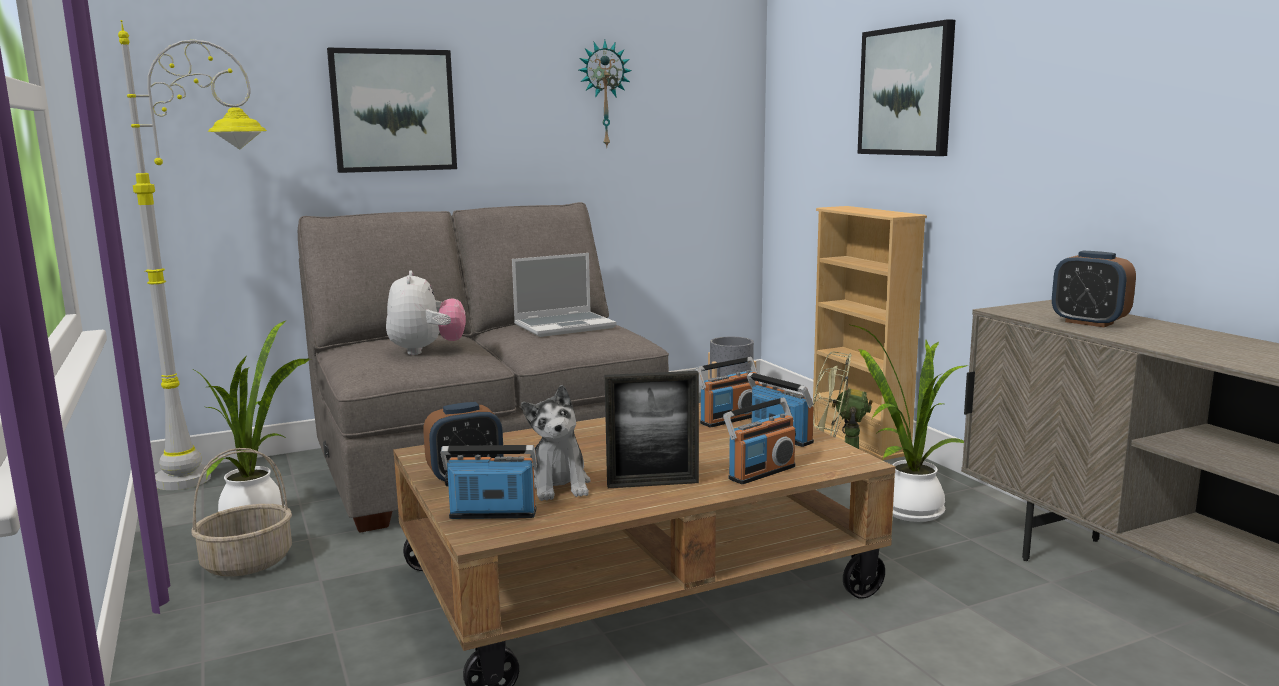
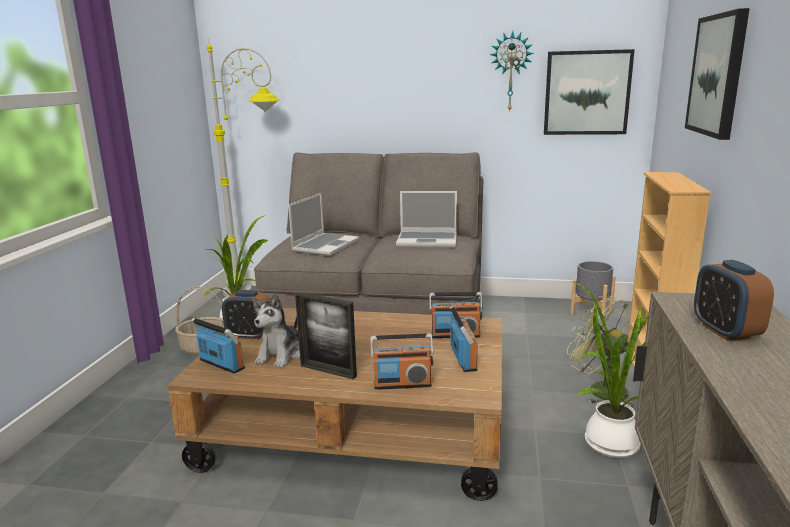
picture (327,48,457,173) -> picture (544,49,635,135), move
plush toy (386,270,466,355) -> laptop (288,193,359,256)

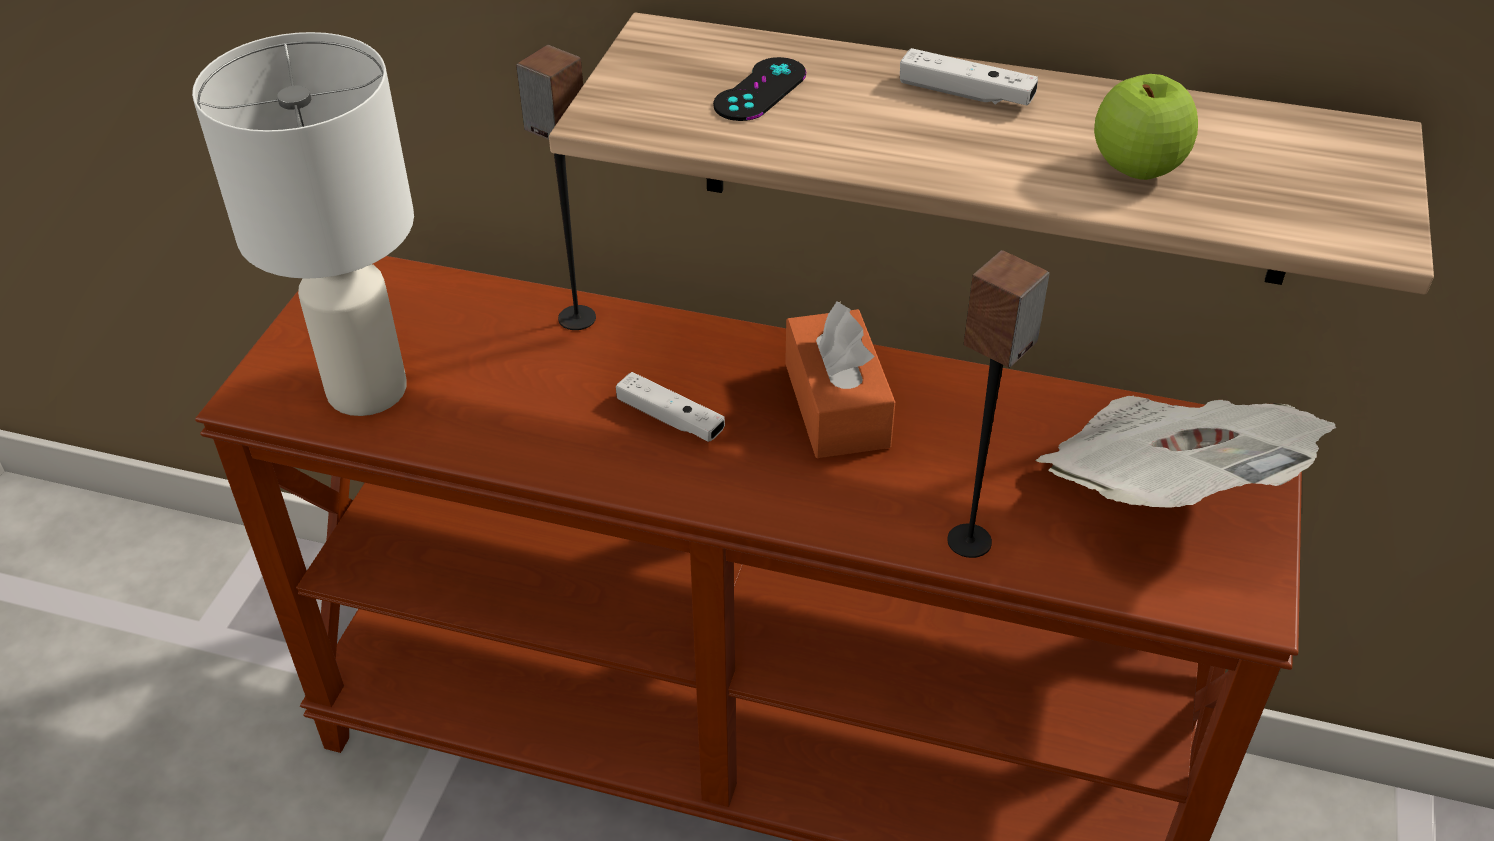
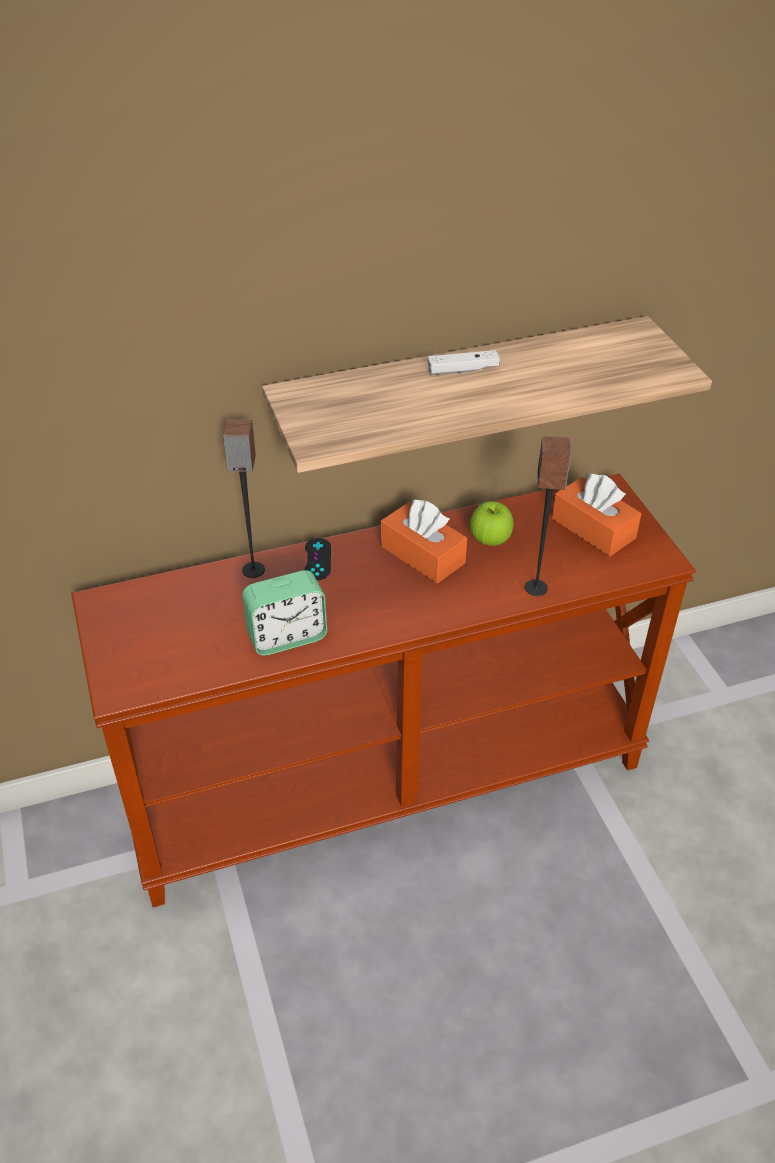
white table lamp (192,32,414,416) -> none
black game controller (713,57,806,121) -> black game controller (304,538,331,580), move
apple (1094,74,1198,180) -> apple (470,501,514,546), move
white game controller (616,372,725,442) -> none
newspaper (1036,396,1337,508) -> orange tissue box (552,474,641,556)
none -> alarm clock (242,570,327,656)

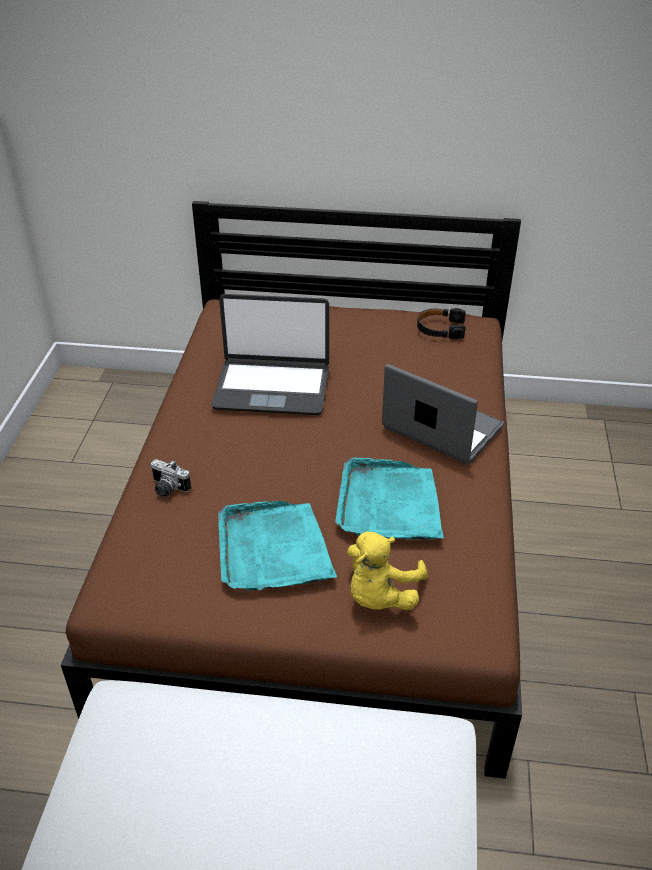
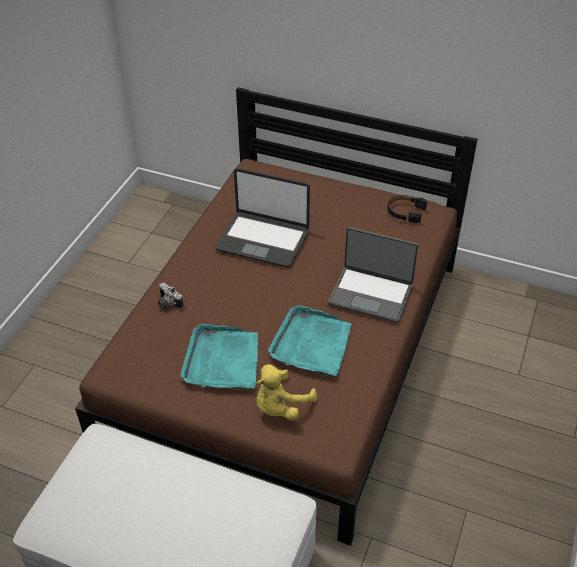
laptop (382,364,504,465) -> laptop (328,227,419,323), 150 degrees clockwise

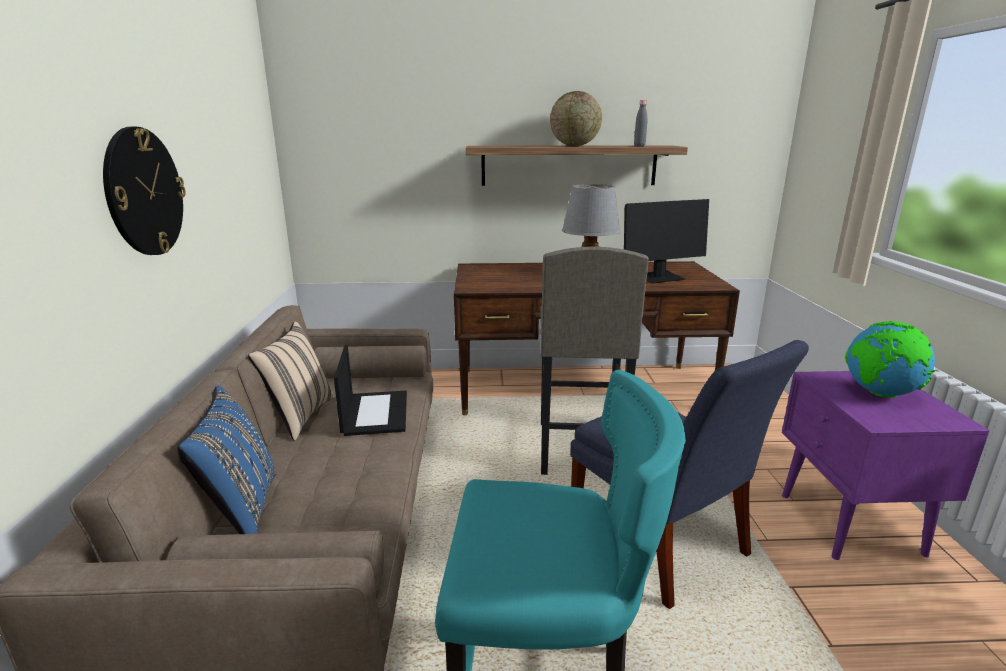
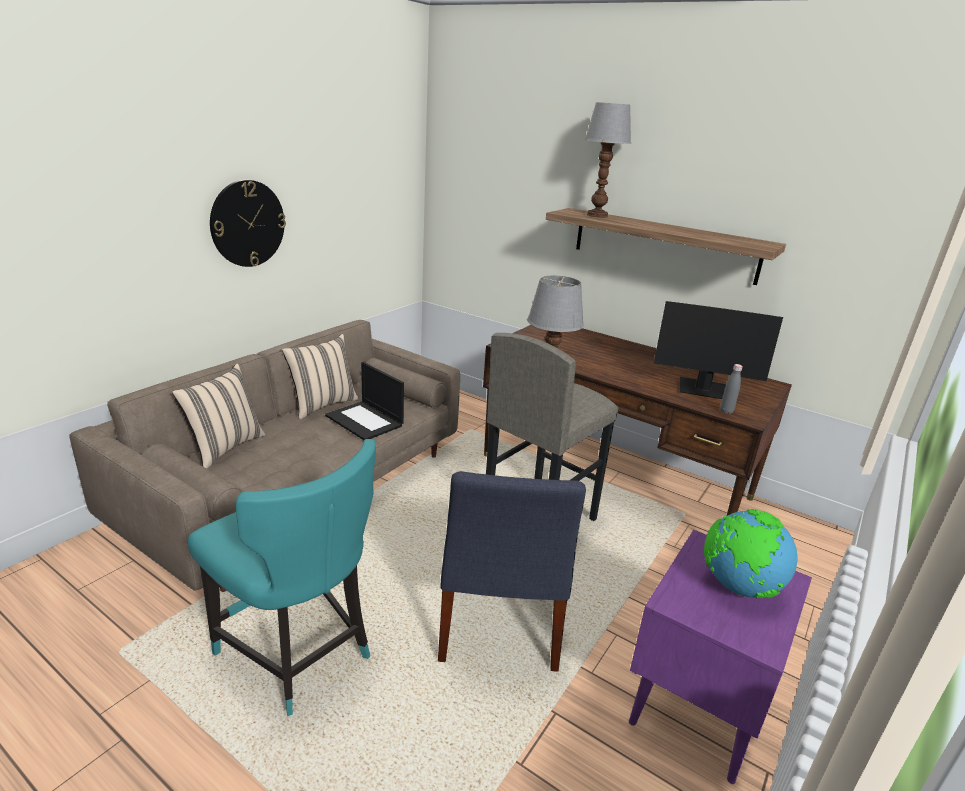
globe (550,91,602,146) -> none
grey bottle (634,100,647,146) -> grey bottle (720,364,743,414), move
laptop (334,345,407,436) -> laptop (325,362,404,440), 105 degrees clockwise
blue pillow (177,386,276,534) -> beige pillow (172,364,265,469)
none -> table lamp (584,102,631,218)

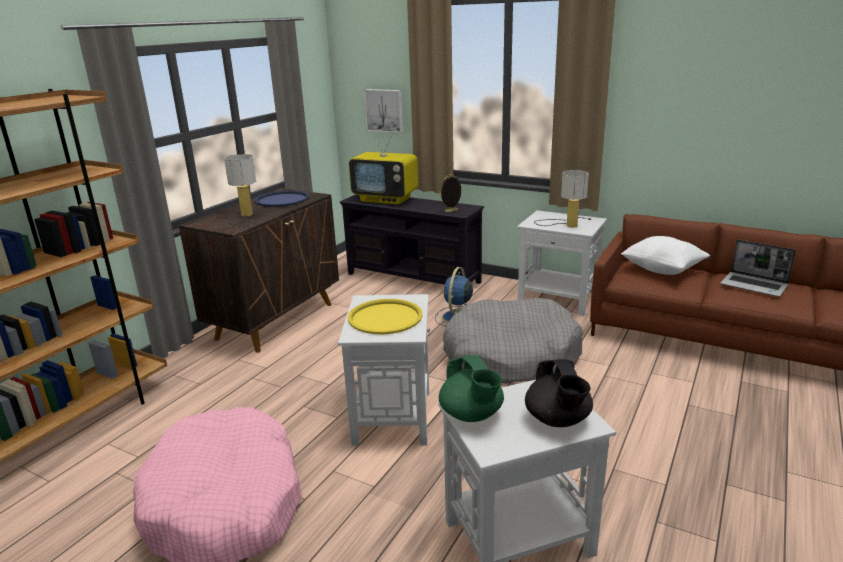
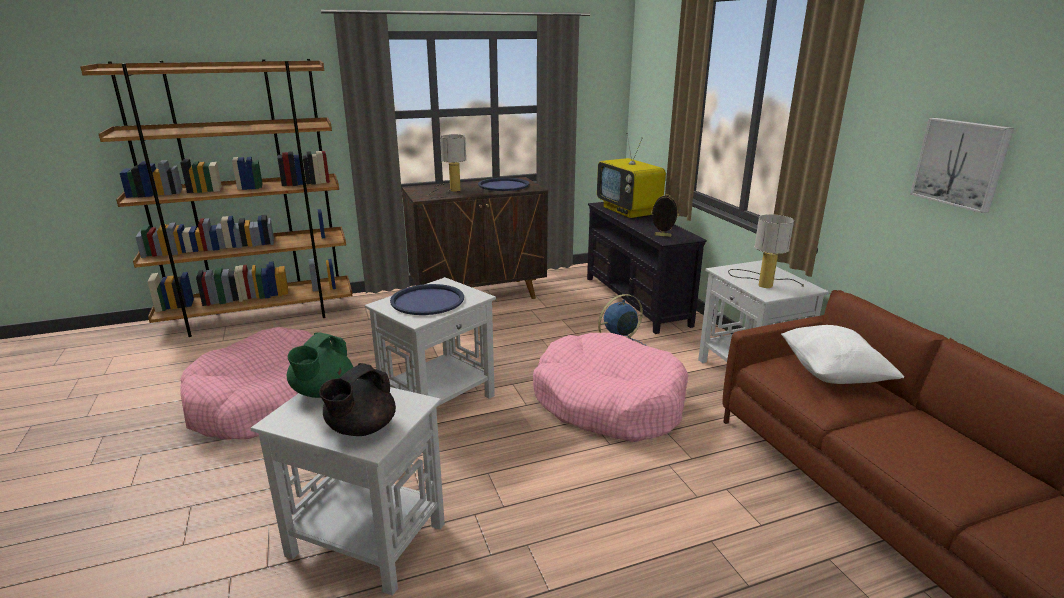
picture (364,89,403,133) -> picture (910,118,1014,213), move
laptop (720,239,796,297) -> none
grey dog bed (443,298,583,384) -> pink dog bed (533,333,689,442)
yellow tray (347,299,423,334) -> blue tray (390,284,464,315)

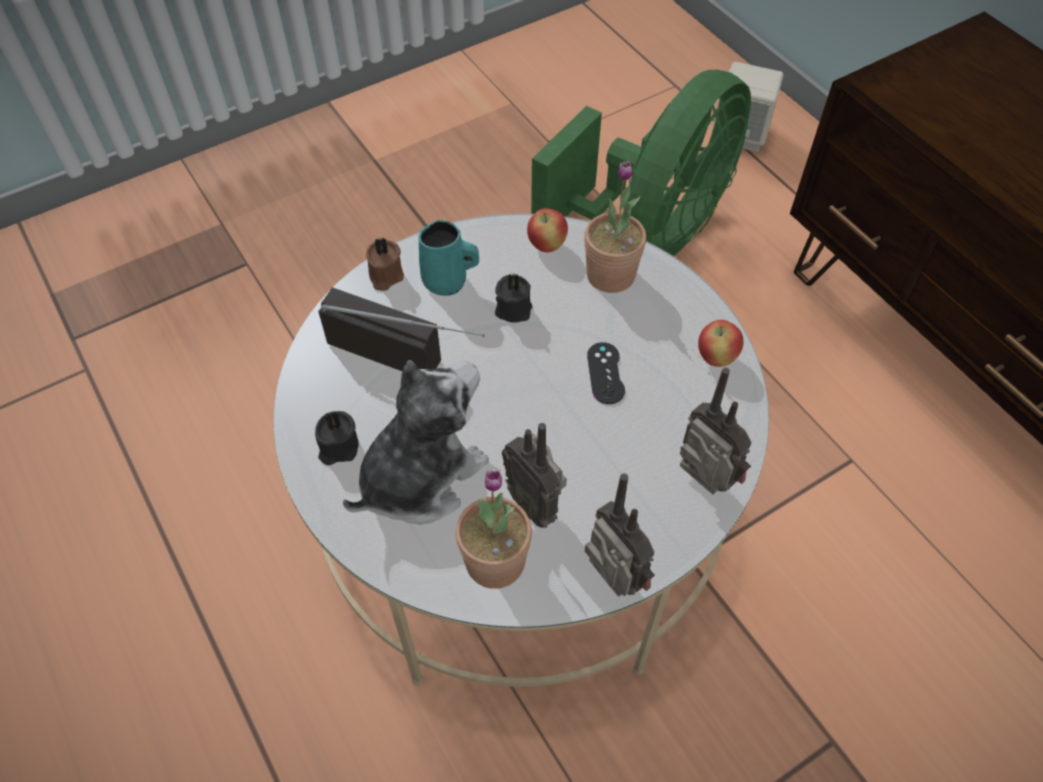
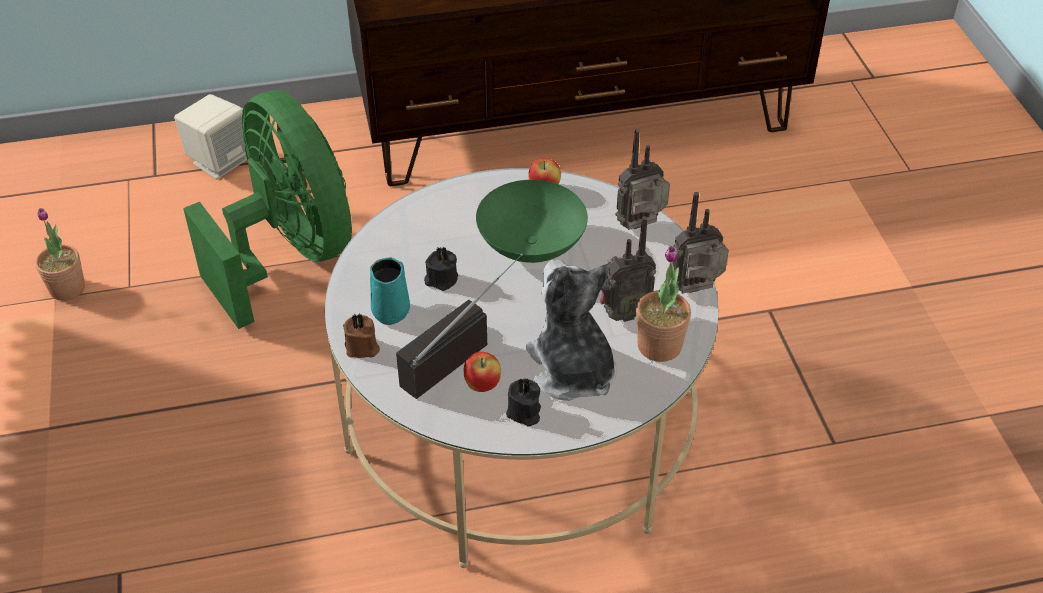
potted plant (584,161,646,293) -> potted plant (35,208,85,301), move
apple (527,208,568,252) -> apple (463,352,501,392), move
black game controller (587,342,625,404) -> green bowl (476,180,588,263)

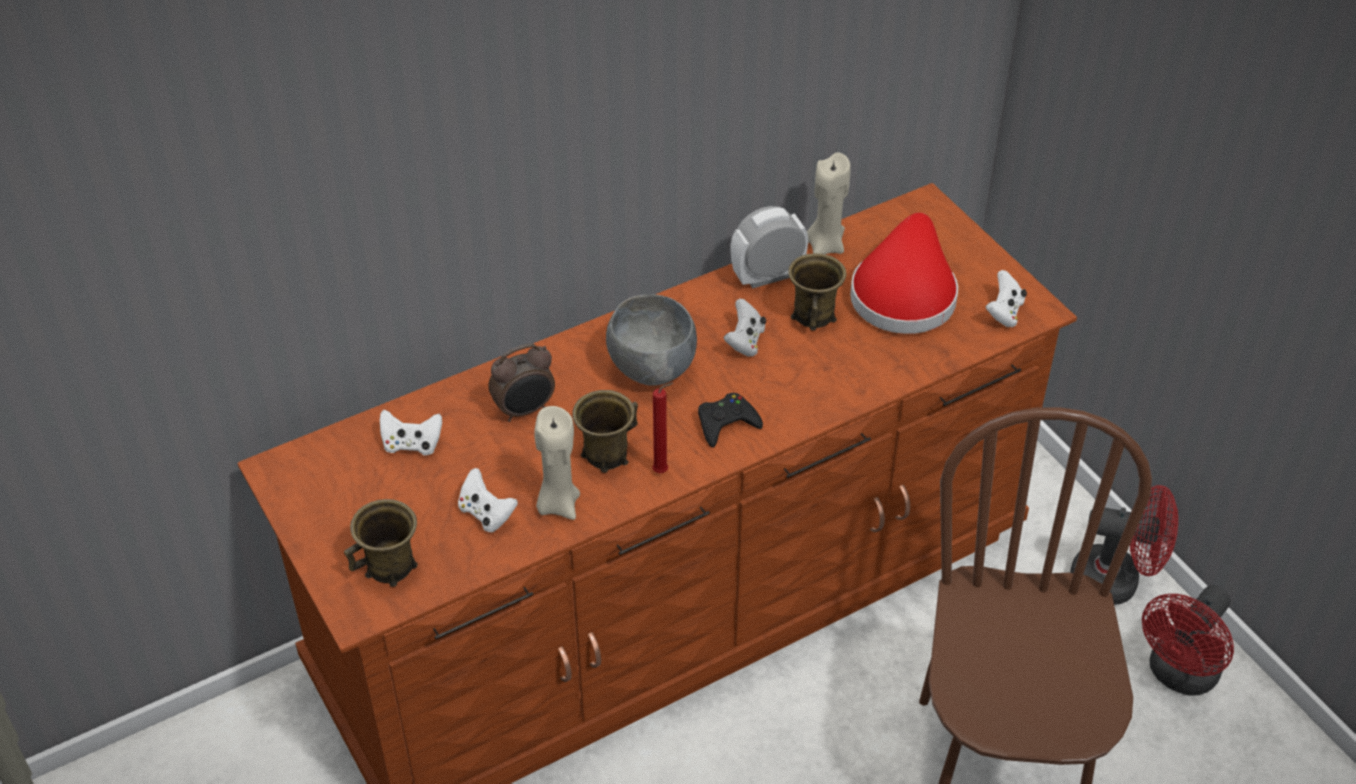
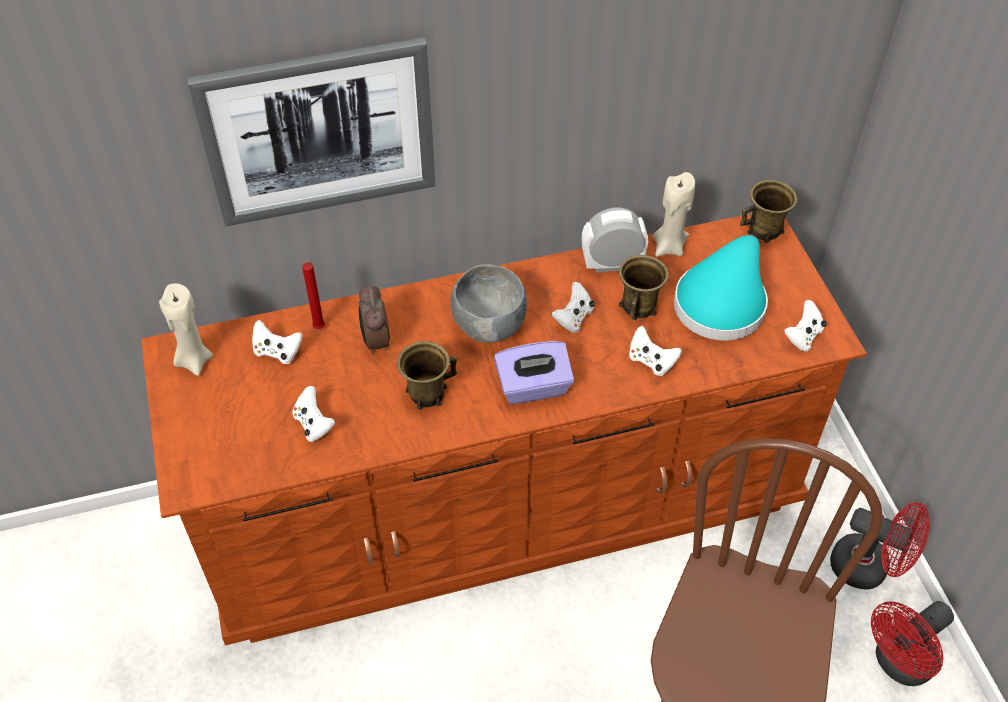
red hat (850,213,958,334) -> turquoise hat (674,235,768,341)
alarm clock (488,343,555,422) -> alarm clock (359,283,390,355), 90 degrees clockwise
red candle (652,383,673,473) -> red candle (302,260,325,329), move
black game controller (698,393,763,447) -> purple tissue box (494,341,574,404)
beige candle (534,406,580,520) -> beige candle (159,283,213,376), move
brown mug (344,499,418,587) -> brown mug (740,180,797,243), move
none -> picture (187,38,435,227)
none -> white game controller (629,326,682,376)

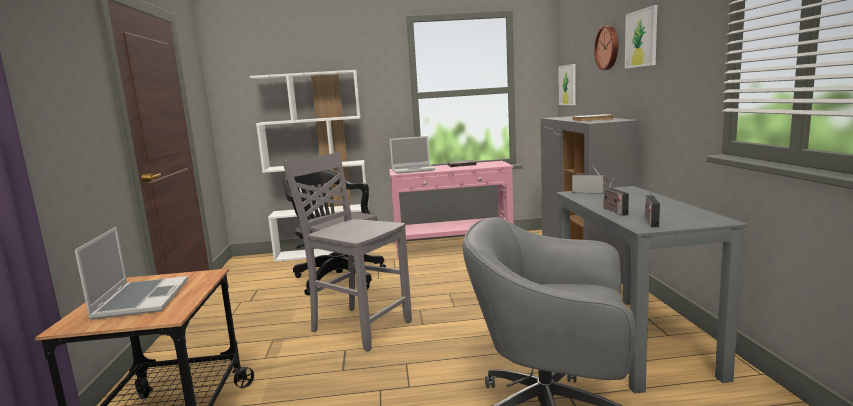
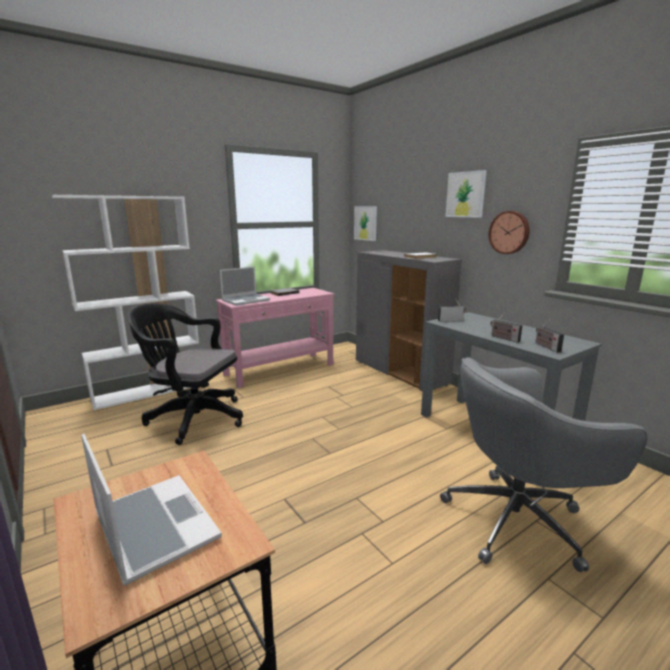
wall clock (594,25,618,70) -> wall clock (489,211,530,254), move
grey chair (283,151,412,352) -> none

